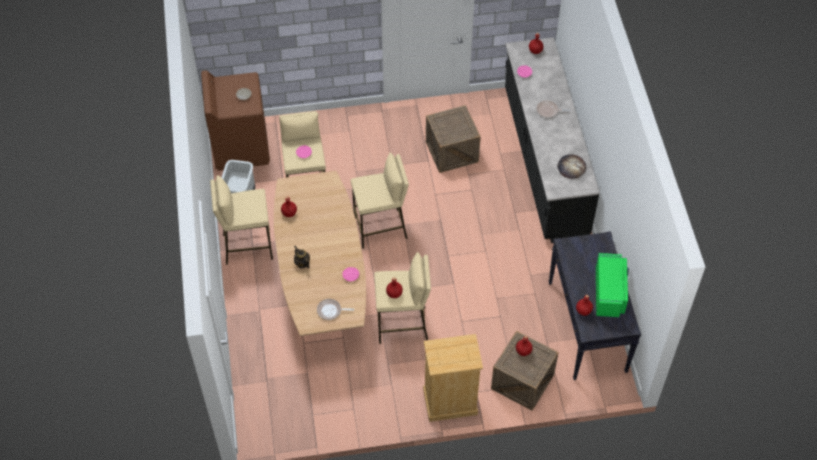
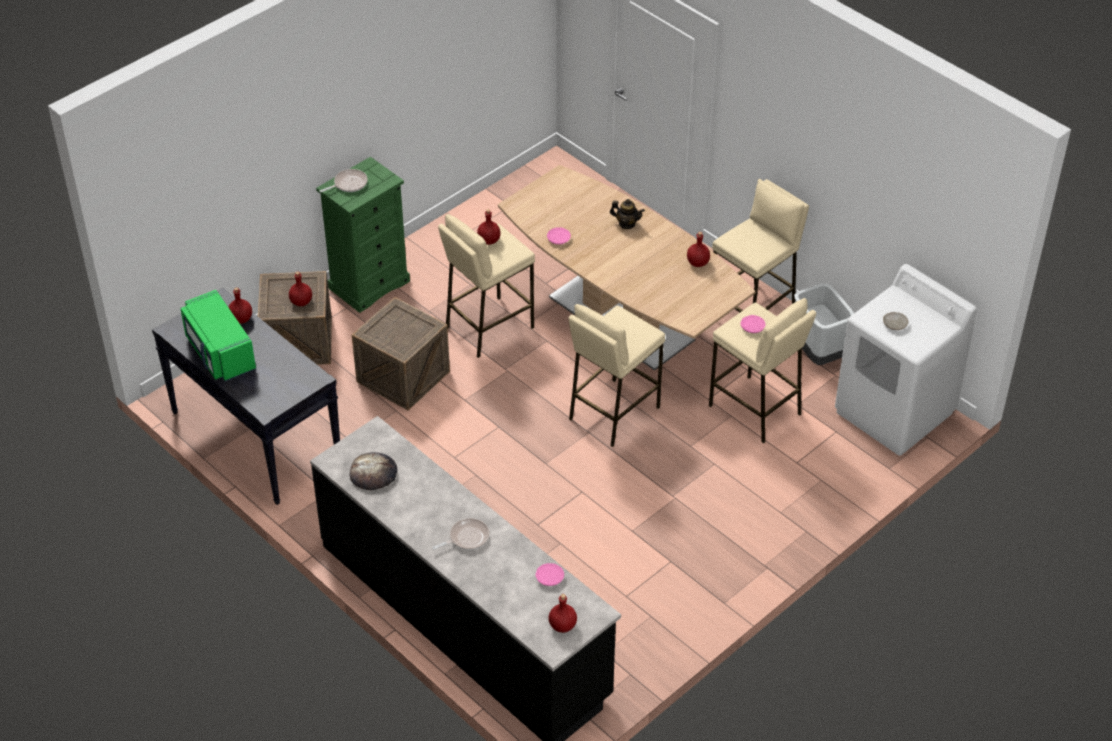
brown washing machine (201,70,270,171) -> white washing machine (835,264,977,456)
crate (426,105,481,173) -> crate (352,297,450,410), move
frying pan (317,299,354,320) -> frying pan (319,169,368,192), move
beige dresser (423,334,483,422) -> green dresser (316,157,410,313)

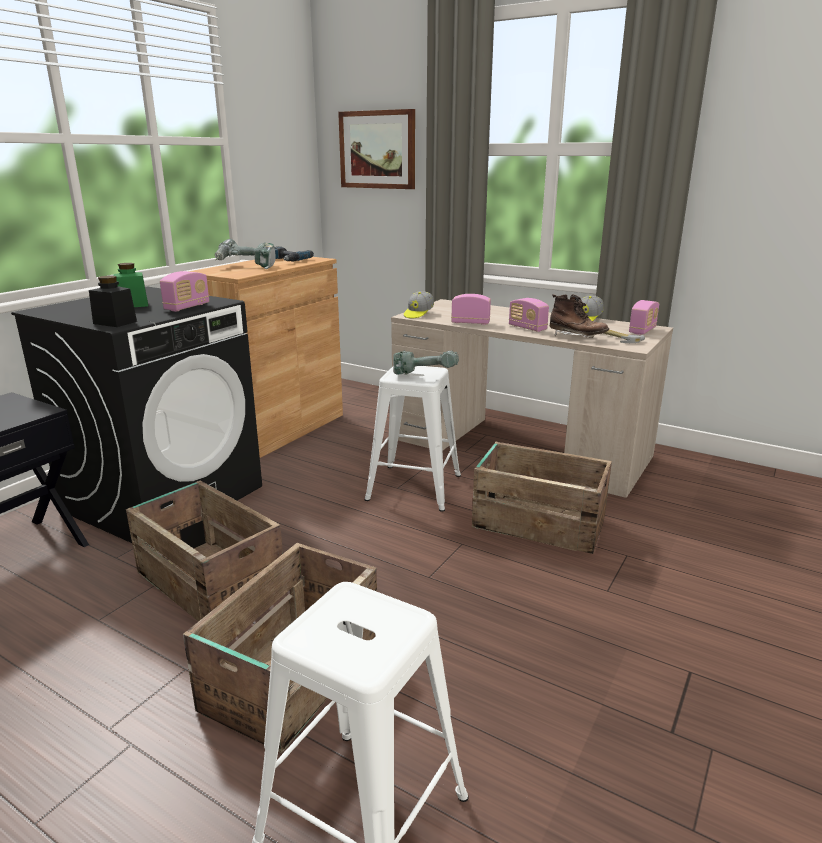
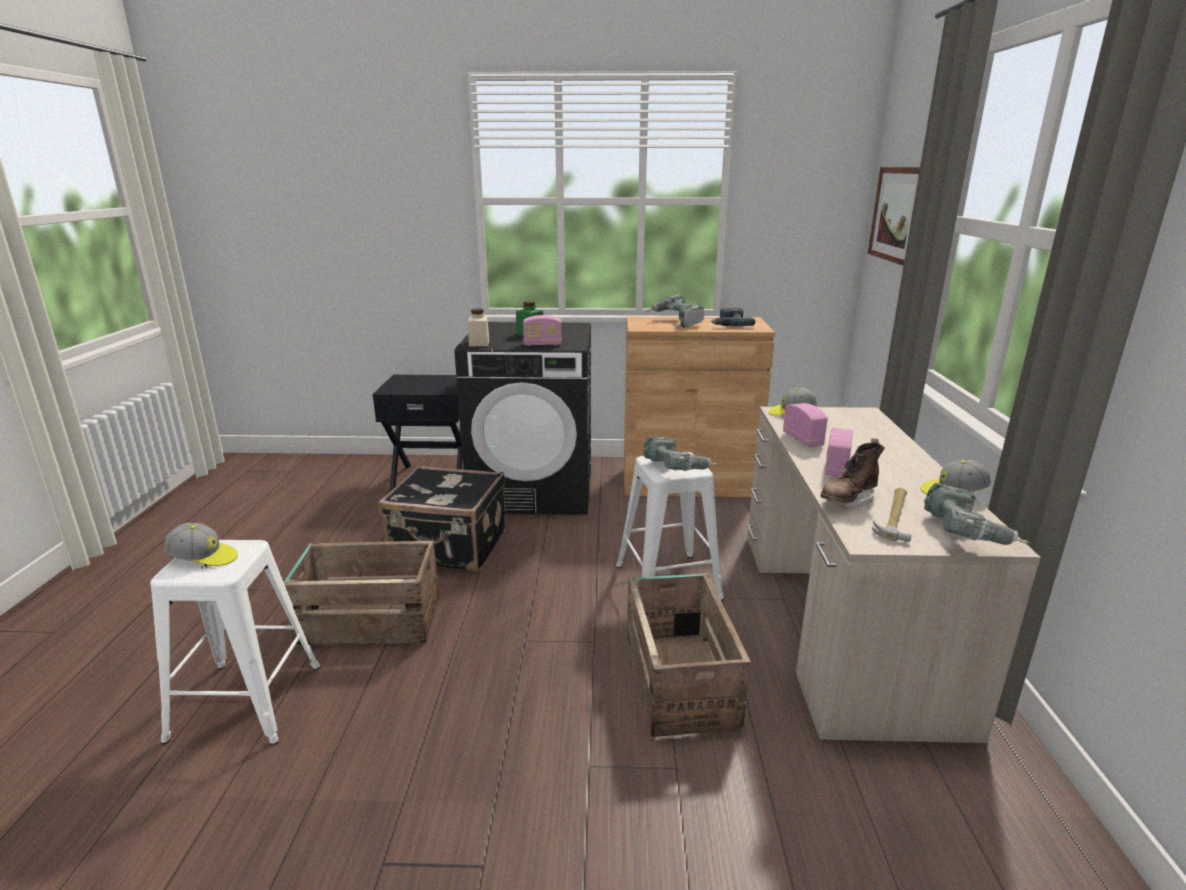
black jar (89,276,137,327) -> beige jar (468,308,489,347)
brown boot (550,294,609,338) -> brown boot (821,439,885,508), 45 degrees clockwise
radio (629,300,659,335) -> power drill (924,483,1031,545)
crate (126,480,283,622) -> black suitcase (379,465,506,571)
none -> cap (164,523,238,566)

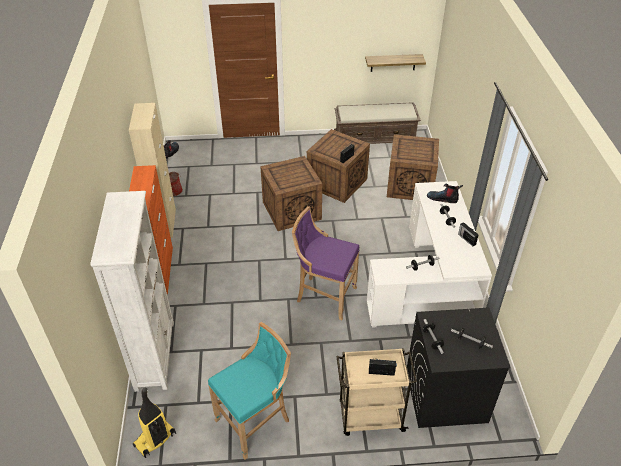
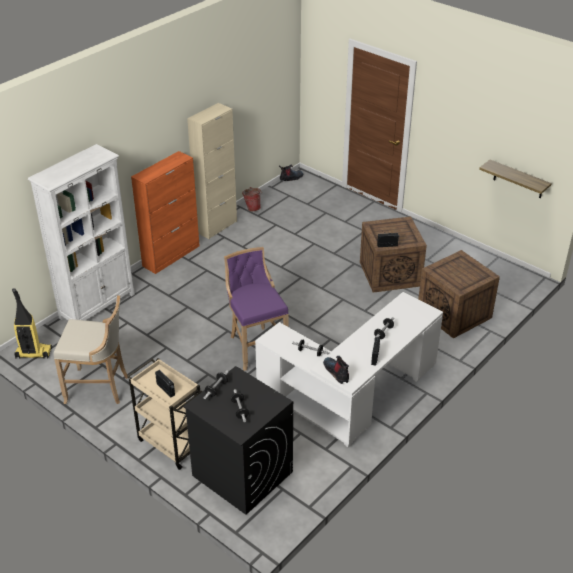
brown bench (334,102,421,144) -> none
crate (260,156,322,231) -> none
boot (427,184,463,203) -> boot (323,356,349,384), move
turquoise stool (208,322,291,460) -> beige stool (54,295,128,404)

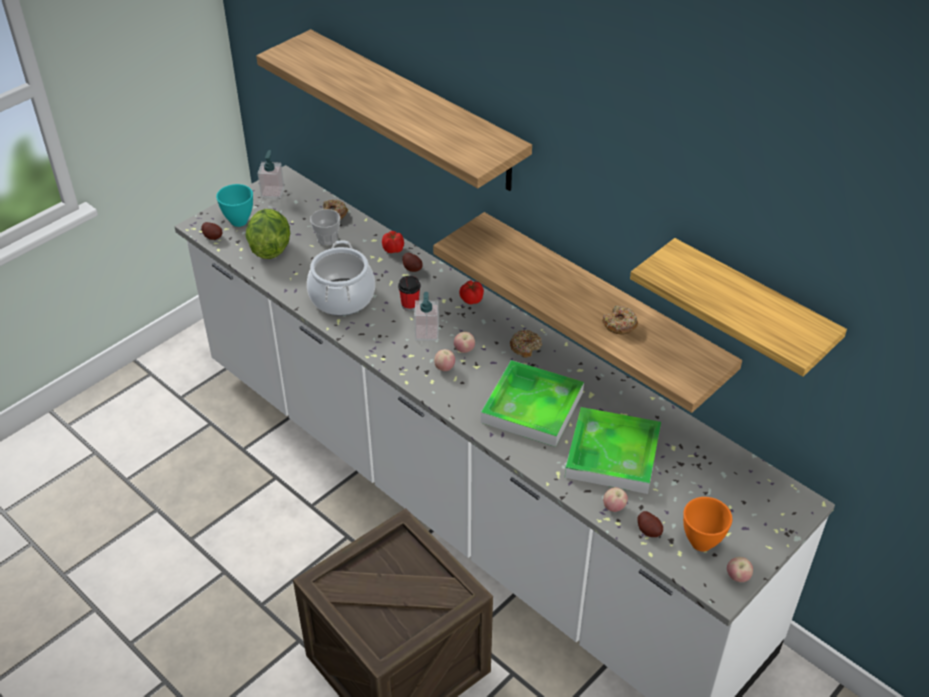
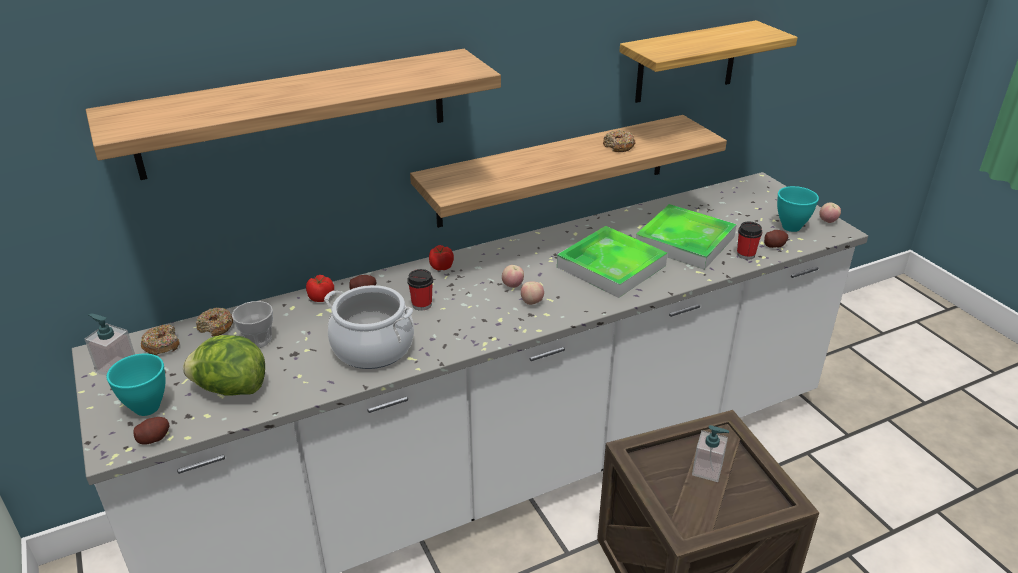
soap dispenser (414,292,439,341) -> soap dispenser (692,425,729,482), move
donut (510,330,542,358) -> donut (141,325,179,355), move
apple (603,487,628,512) -> cup (737,222,762,260)
orange bowl (683,497,732,552) -> turquoise bowl (777,186,819,232)

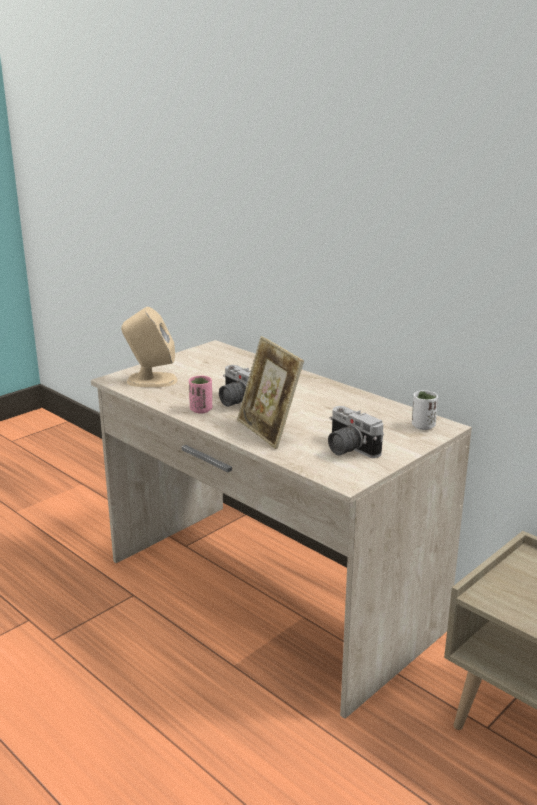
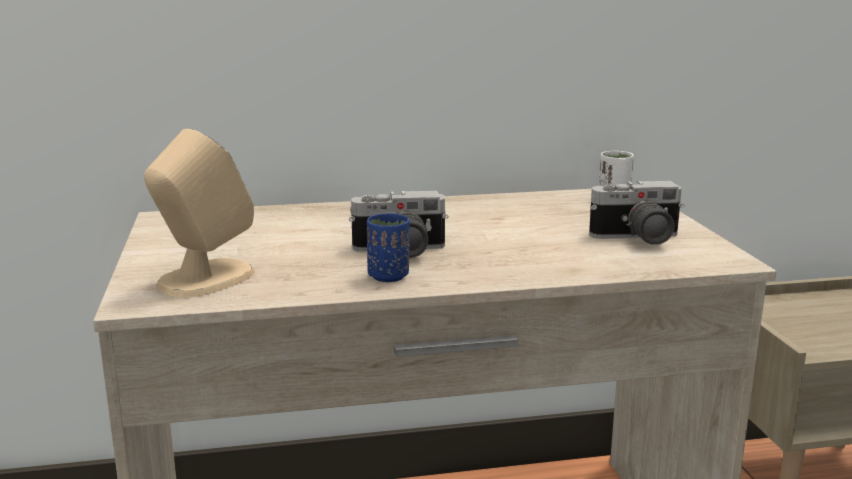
picture frame (237,336,304,449) -> none
pink cup (189,376,212,414) -> blue cup (367,213,409,282)

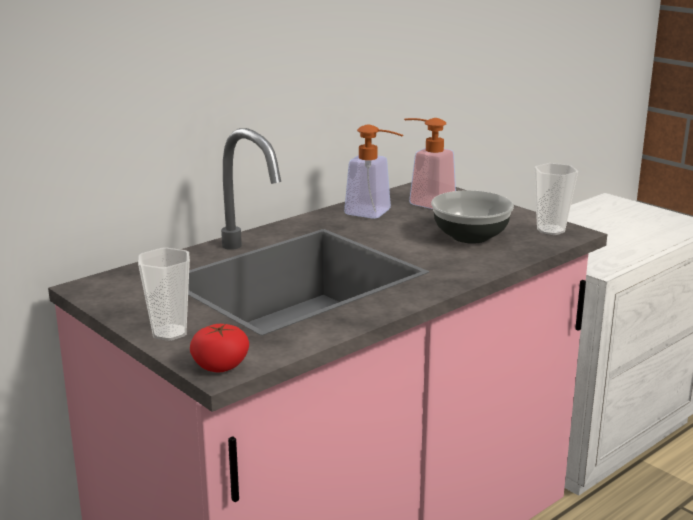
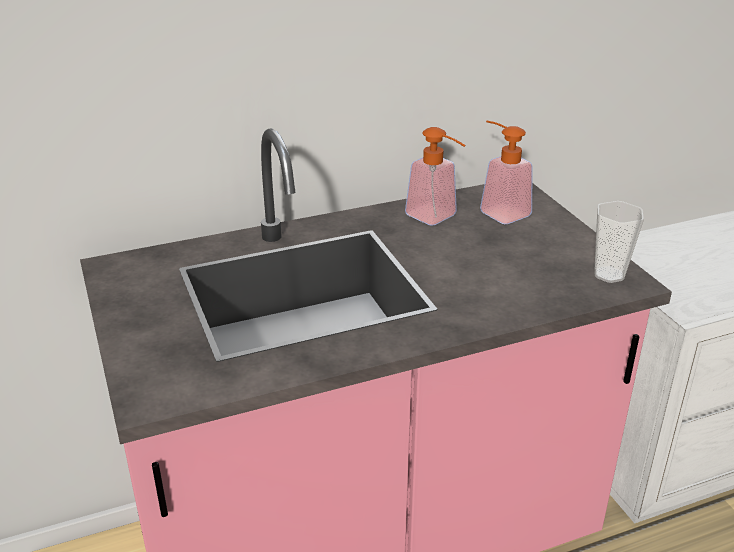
bowl (431,190,514,244) -> none
cup (138,247,190,341) -> none
tomato (190,324,249,372) -> none

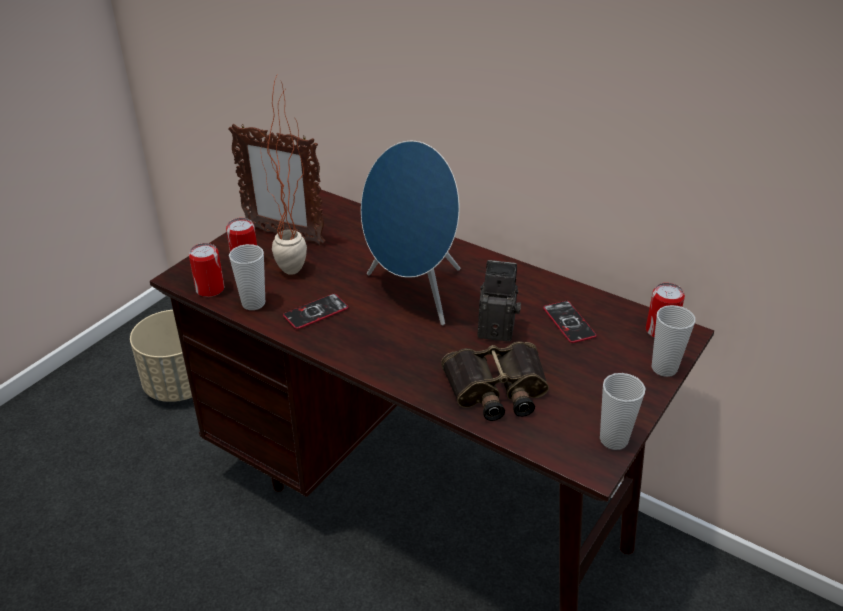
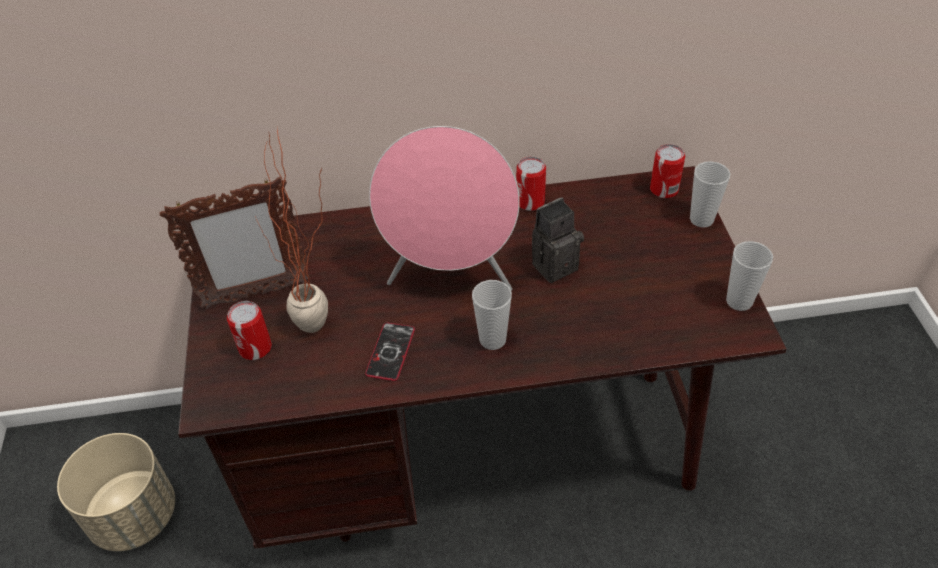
blue speaker (361,141,460,326) -> pink speaker (369,126,520,291)
can (189,243,224,297) -> can (516,157,546,211), move
cup (229,244,265,310) -> cup (472,280,512,350), move
phone (543,301,597,343) -> none
binoculars (441,341,549,421) -> none

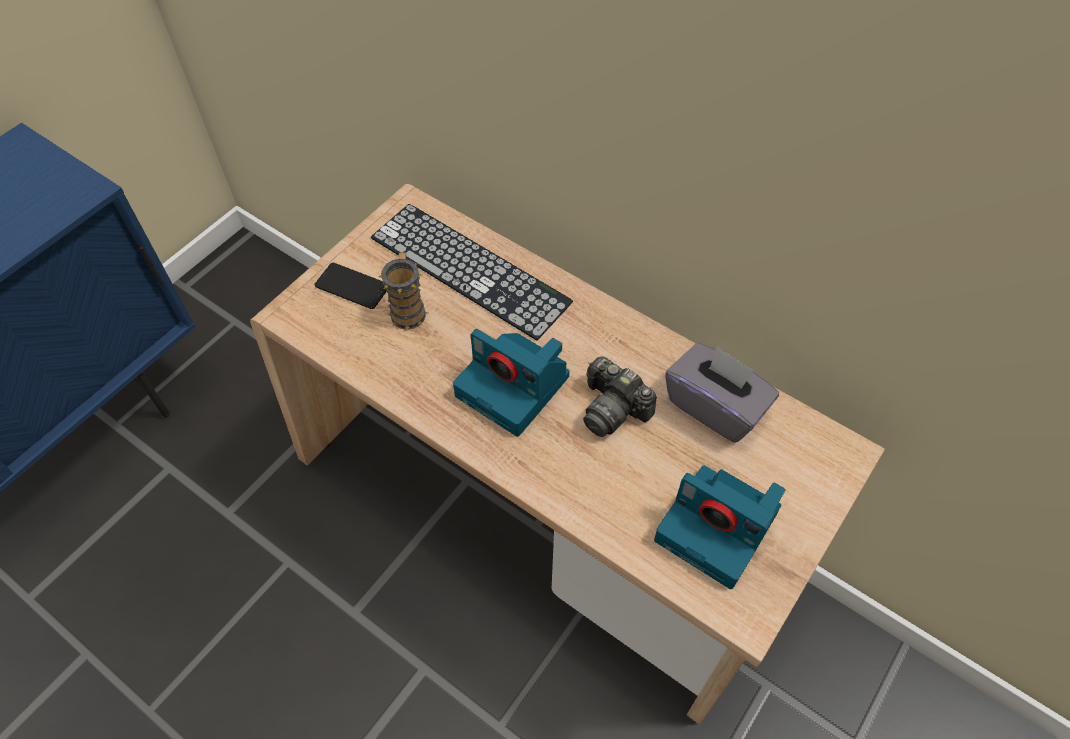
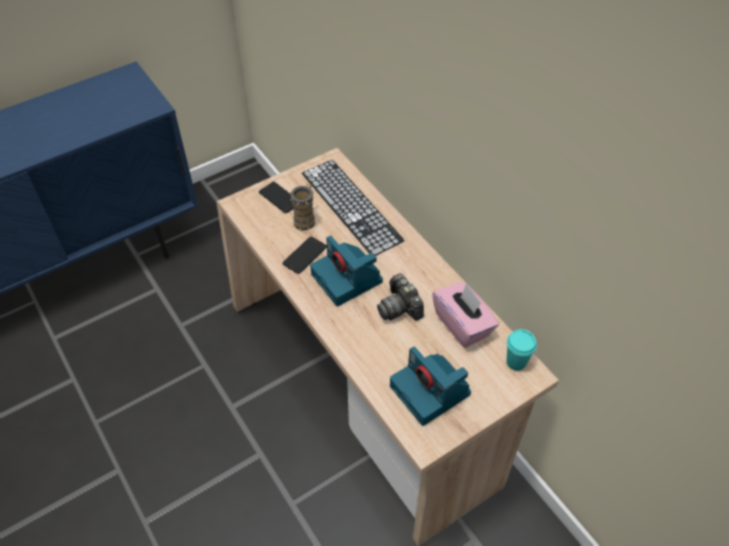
grey tissue box (665,343,779,443) -> pink tissue box (432,282,499,348)
none -> phone (282,237,327,274)
none -> turquoise cup (506,329,537,371)

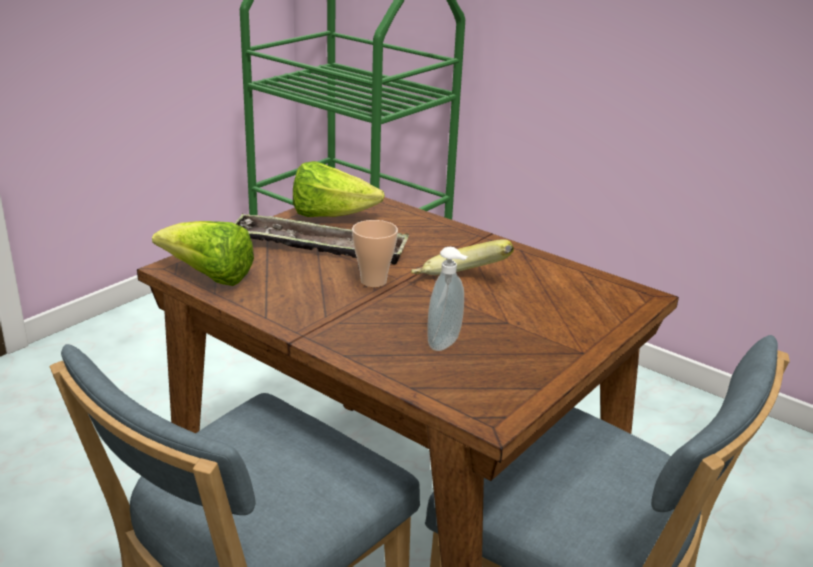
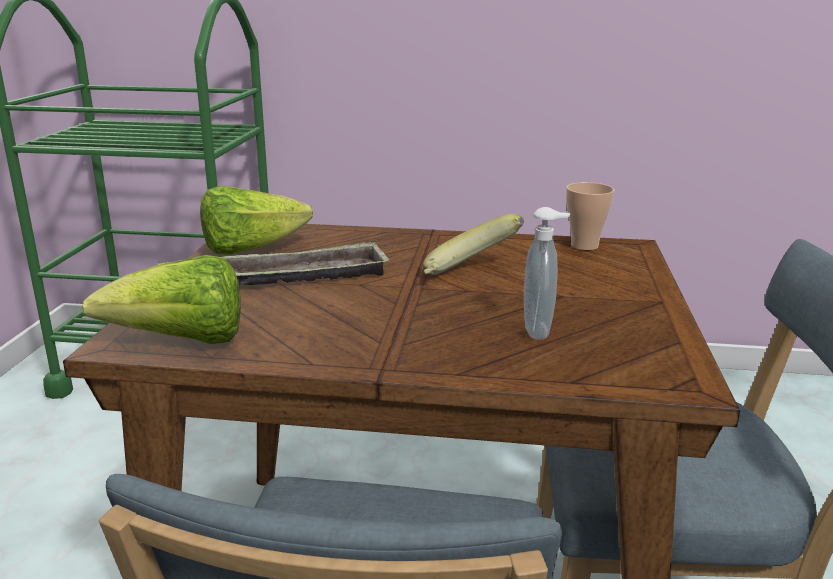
cup (352,220,398,287) -> cup (566,182,615,250), move

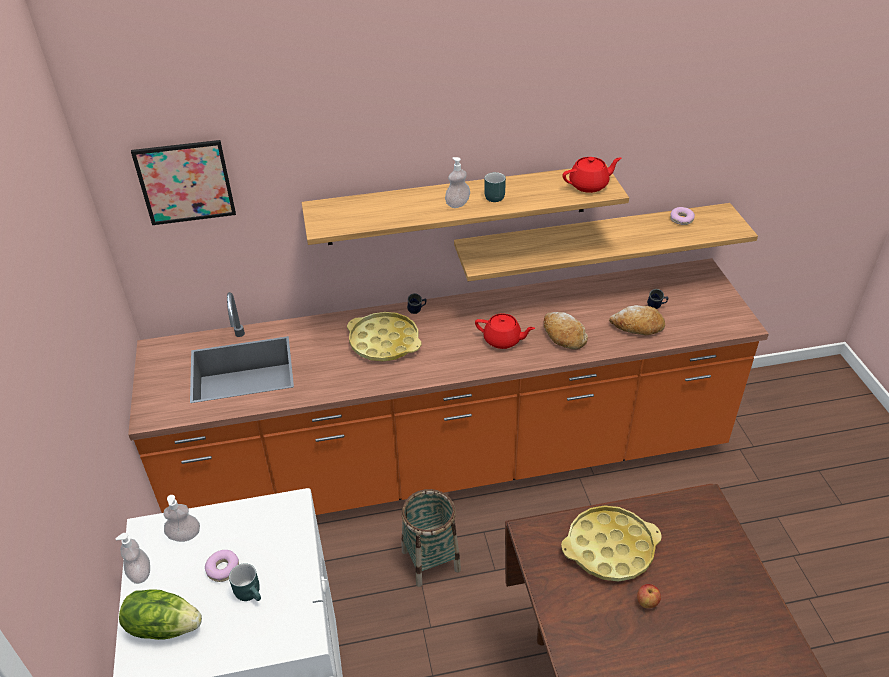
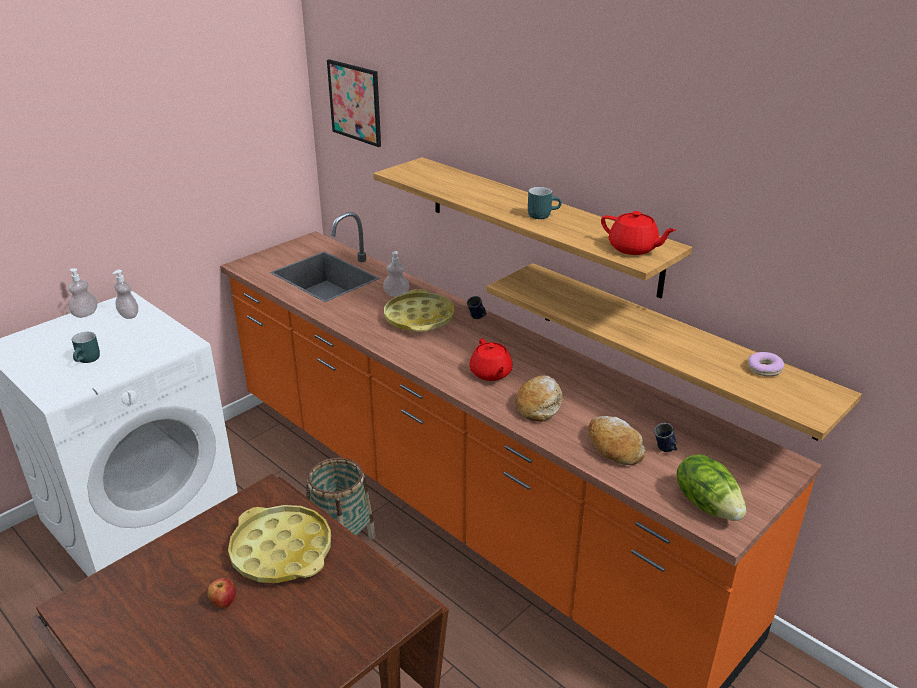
soap dispenser (445,157,470,208) -> soap dispenser (383,251,409,297), move
donut (205,550,239,582) -> none
lettuce (119,590,202,640) -> lettuce (677,454,746,521), move

